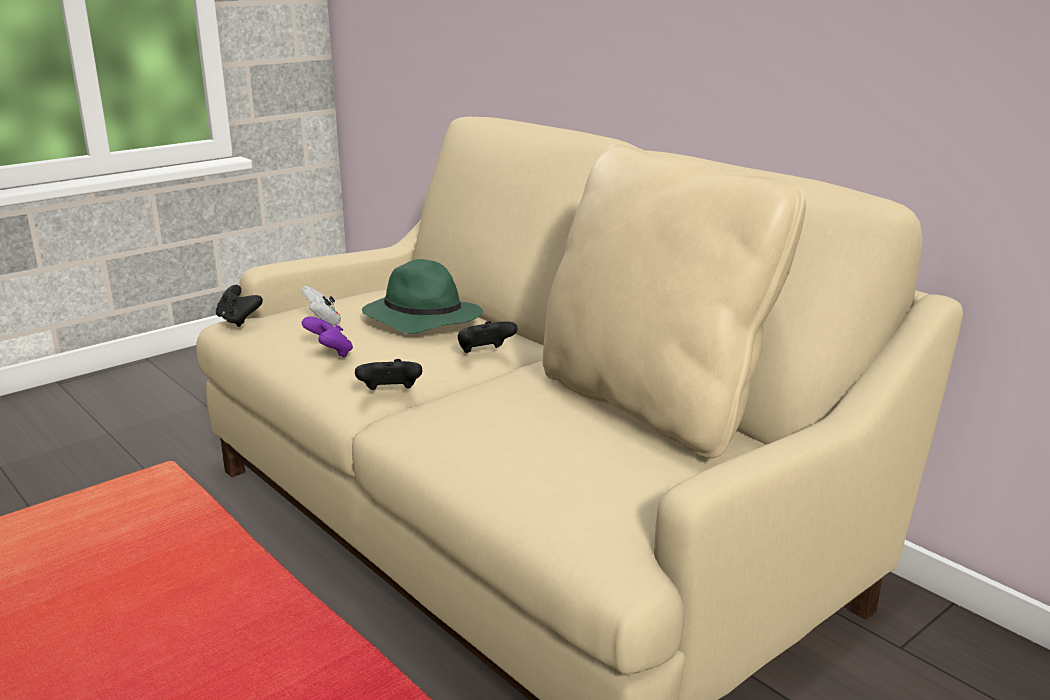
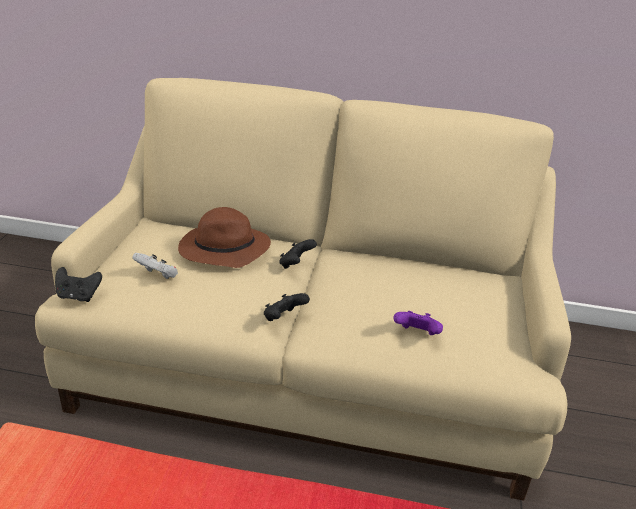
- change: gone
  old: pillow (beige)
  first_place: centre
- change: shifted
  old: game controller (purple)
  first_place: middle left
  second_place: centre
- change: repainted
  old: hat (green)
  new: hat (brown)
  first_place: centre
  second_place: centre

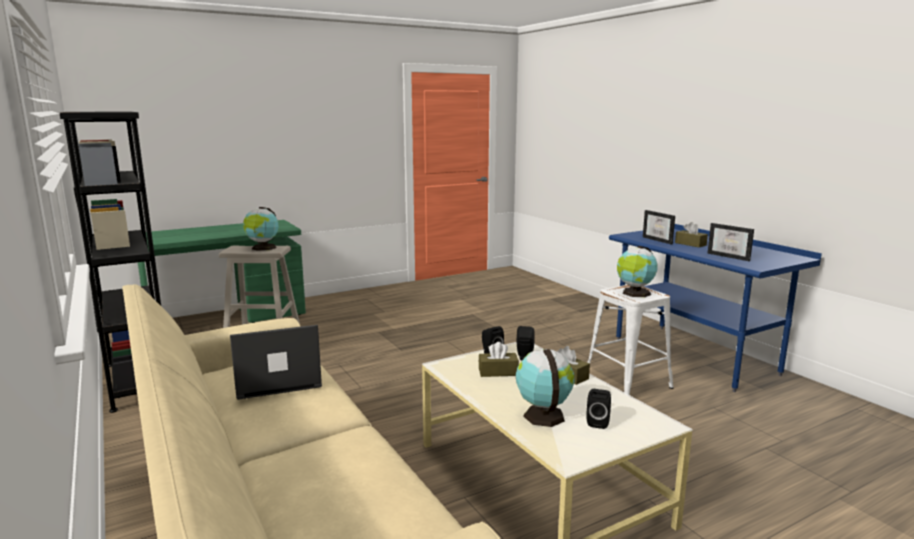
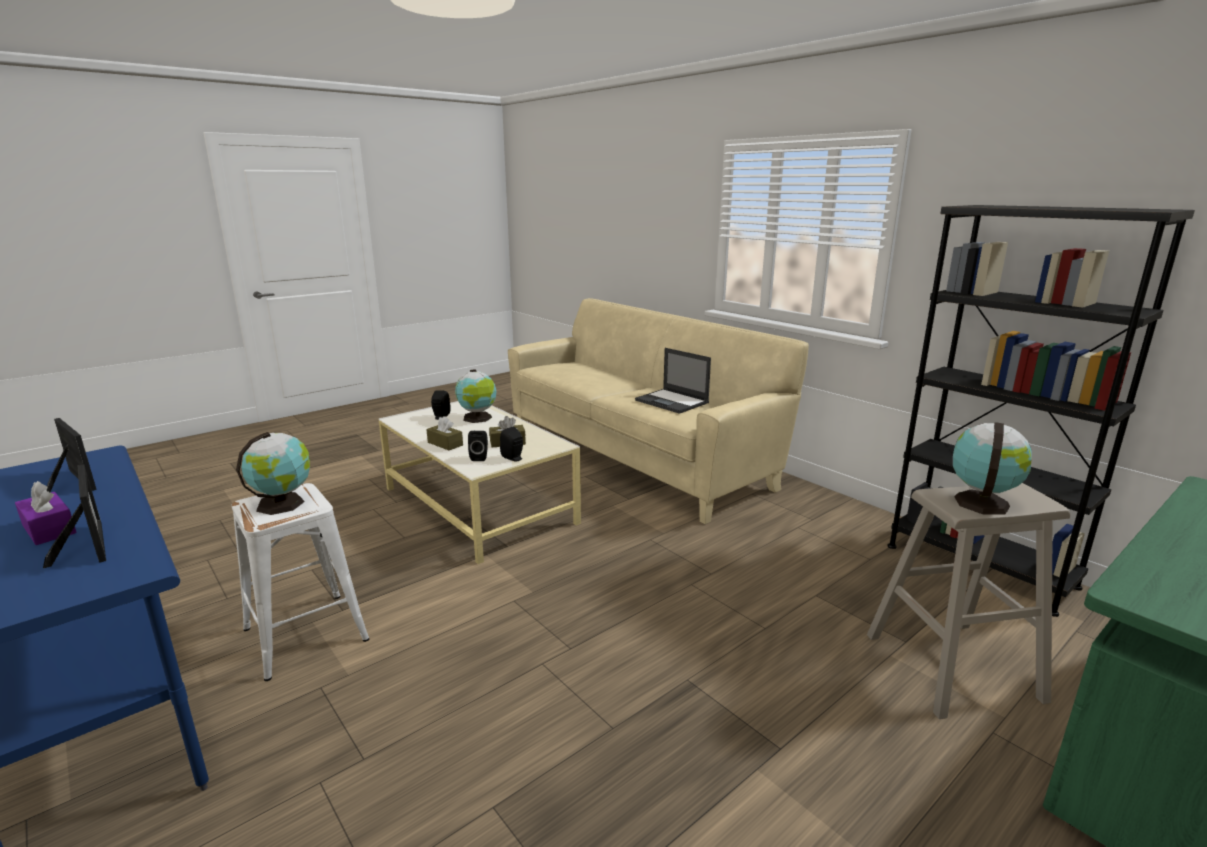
- change: repainted
  old: tissue box (brown) (no. 3 from left)
  new: tissue box (purple)
  first_place: middle right
  second_place: middle left
- change: rotated
  old: laptop
  first_place: bottom left
  second_place: centre
  degrees: 75

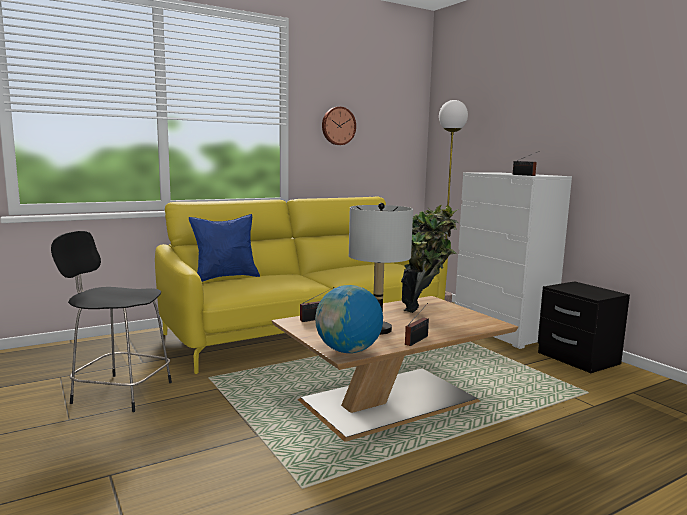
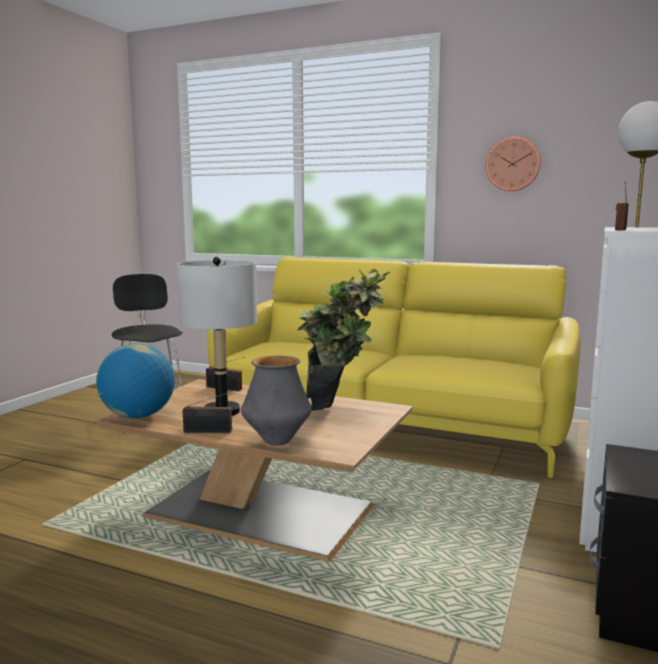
- change: gone
  old: pillow (blue)
  first_place: middle left
- change: new
  new: vase
  second_place: centre

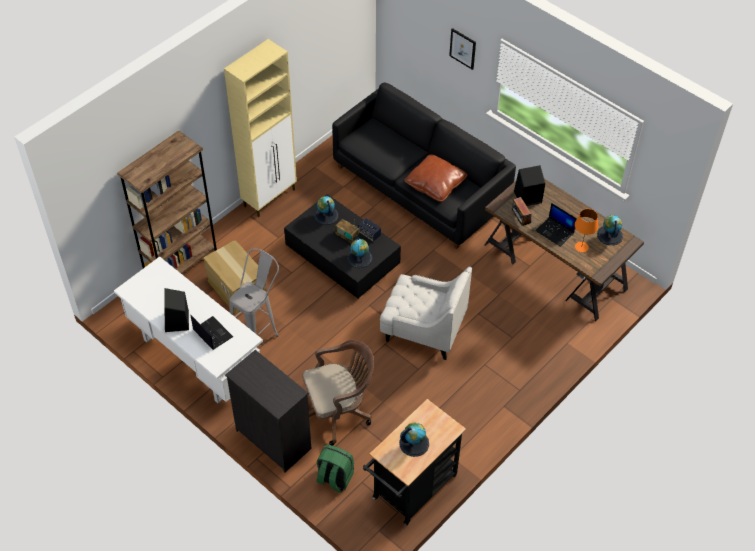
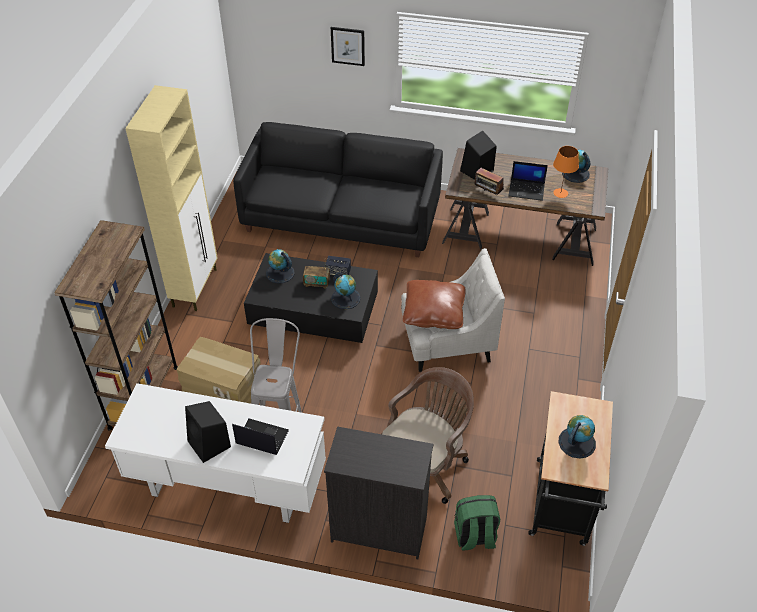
- change: shifted
  old: pillow (brown)
  first_place: top centre
  second_place: centre

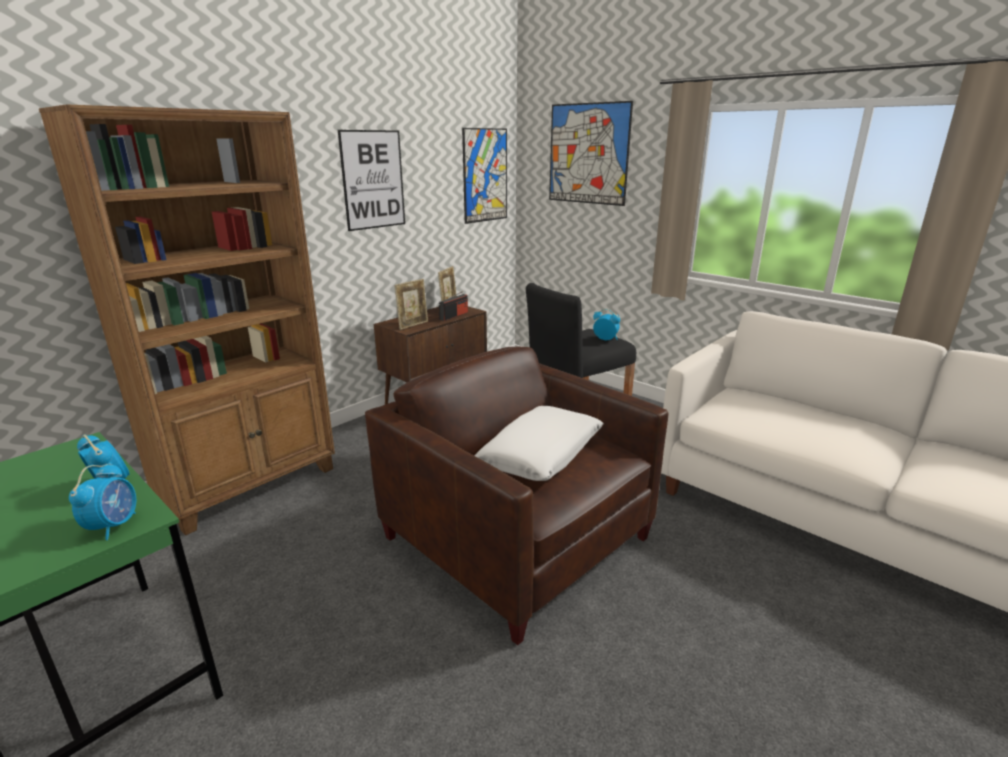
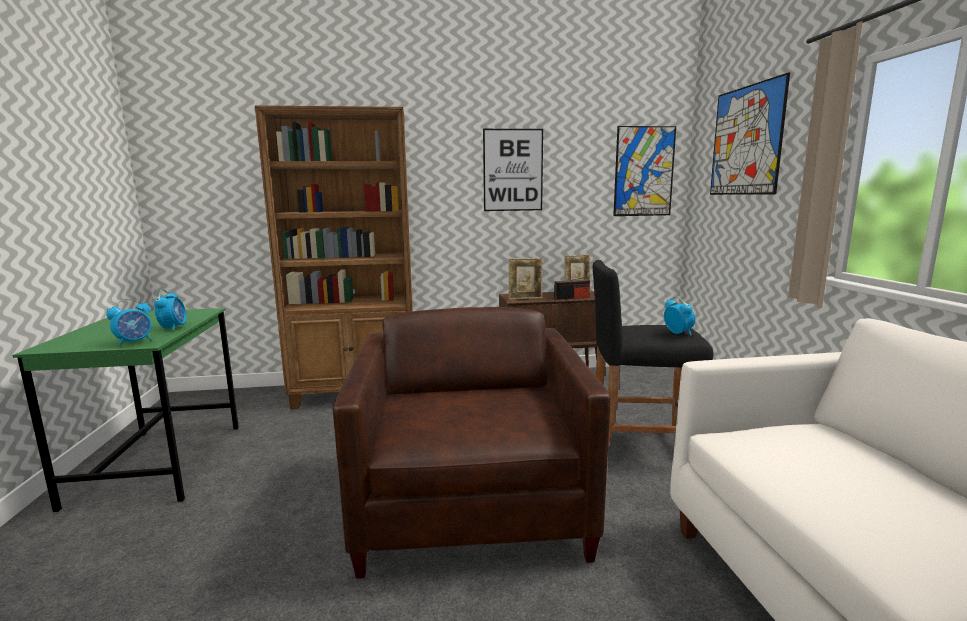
- change: gone
  old: pillow (white)
  first_place: centre

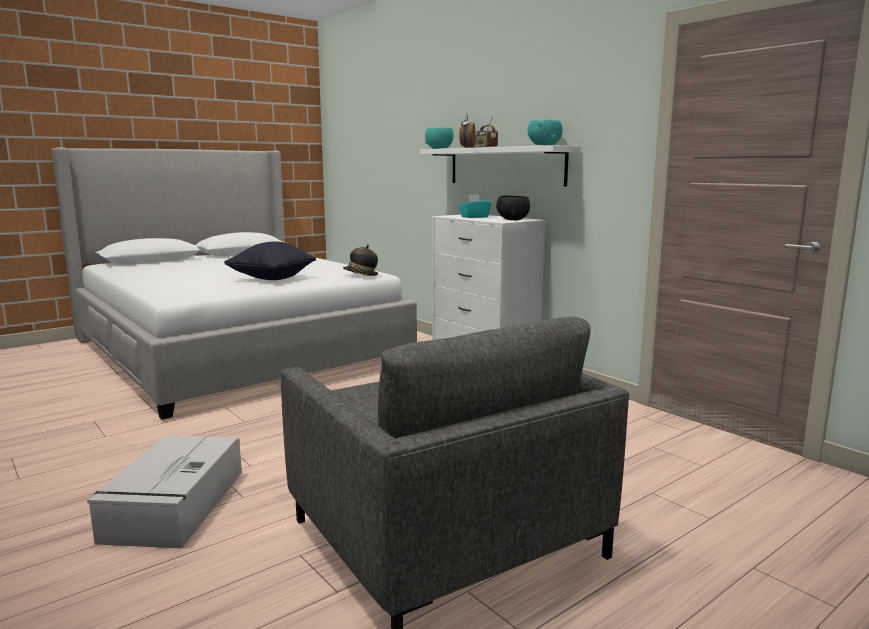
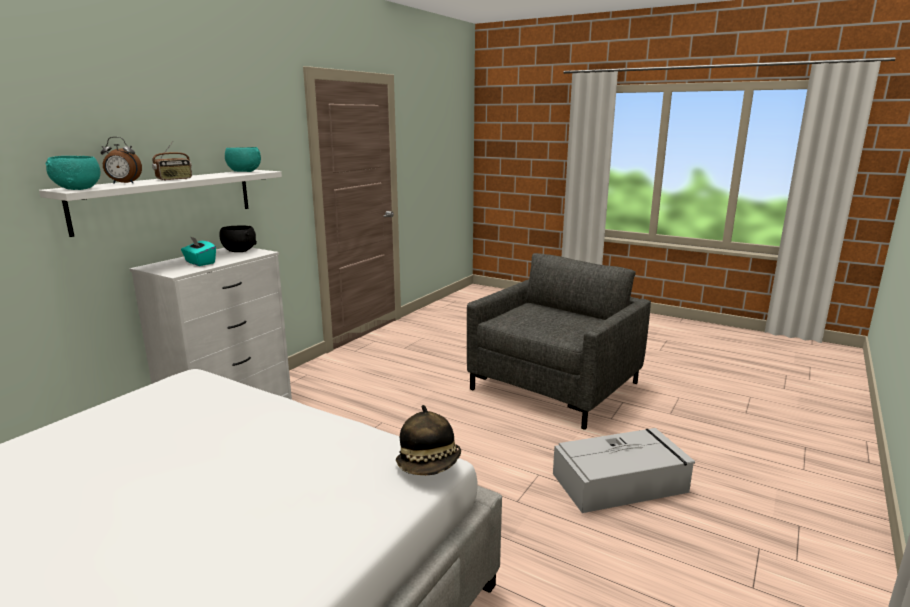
- change: gone
  old: pillow (black)
  first_place: middle left
- change: shifted
  old: hat
  first_place: centre
  second_place: bottom centre

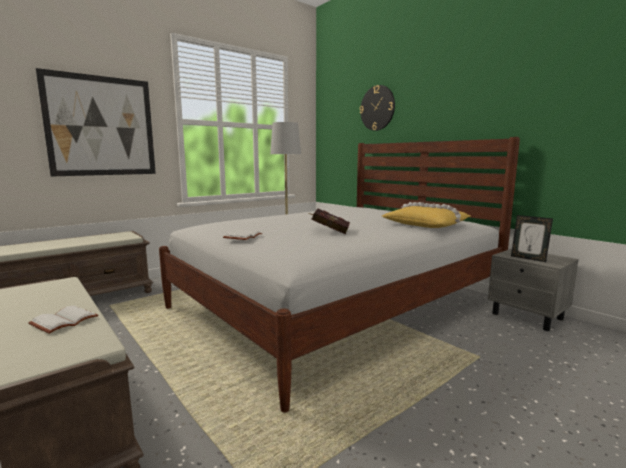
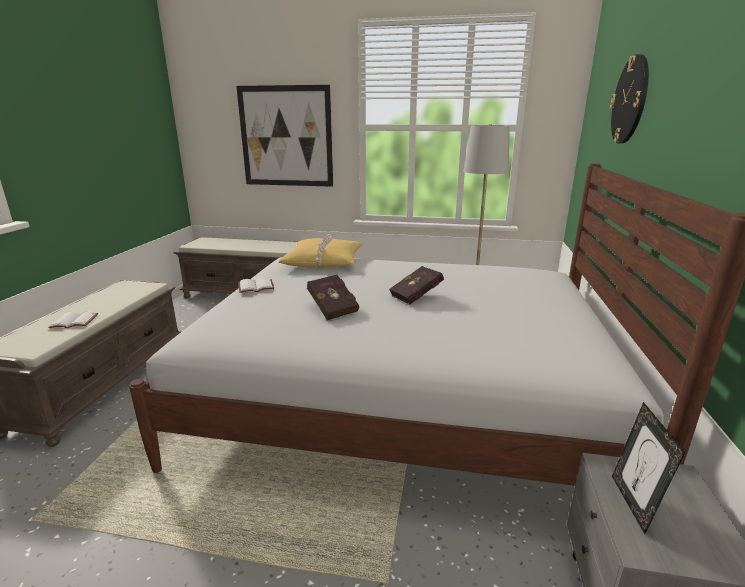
- change: new
  new: book (red) (no. 2 from left)
  second_place: centre
- change: shifted
  old: pillow (yellow)
  first_place: middle right
  second_place: centre

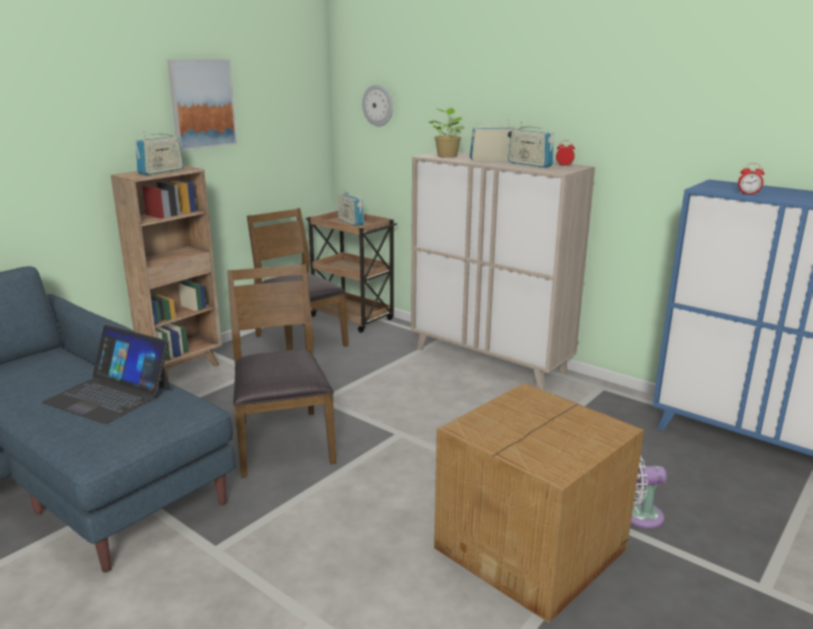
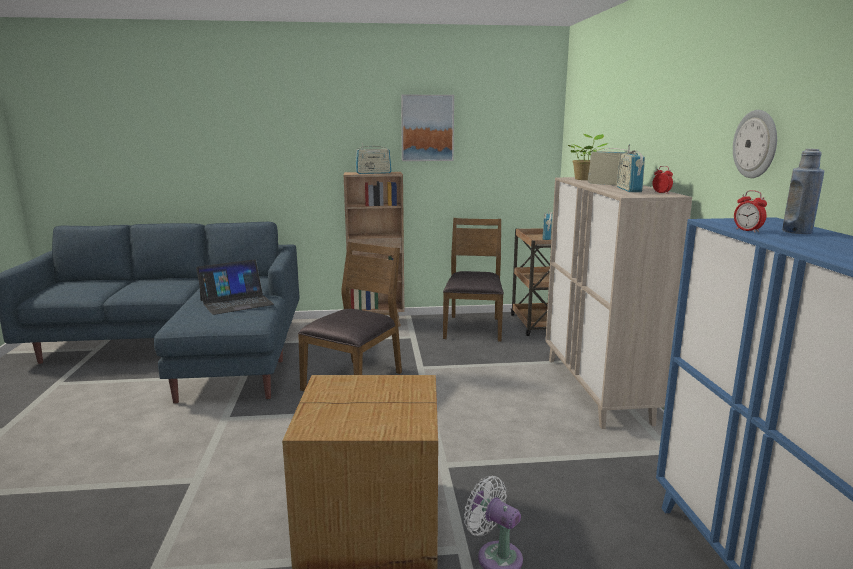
- change: new
  new: bottle (blue)
  second_place: middle right
- change: shifted
  old: wall clock
  first_place: top centre
  second_place: top right
- change: rotated
  old: laptop
  first_place: middle left
  second_place: middle left
  degrees: -105

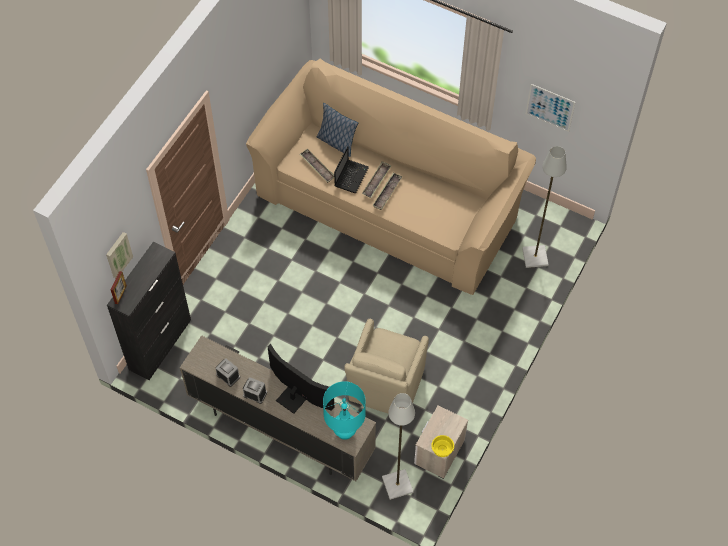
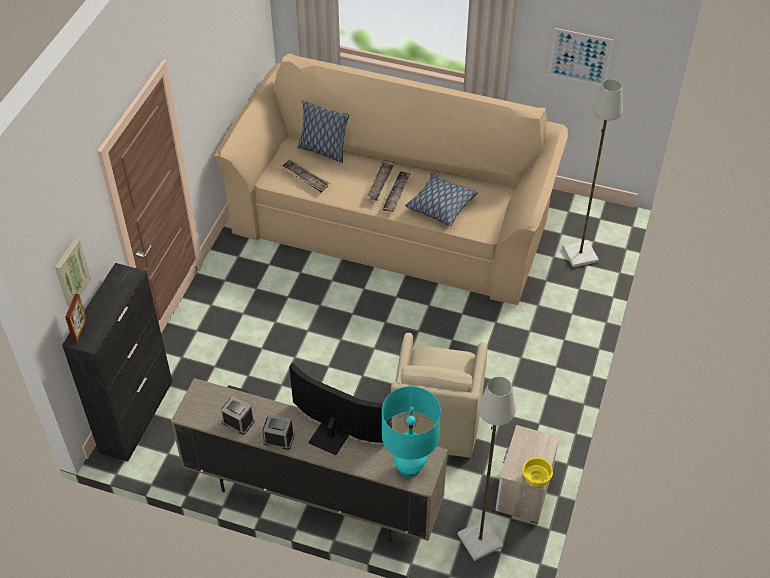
- change: gone
  old: laptop
  first_place: top centre
- change: new
  new: pillow (no. 2 from left)
  second_place: centre

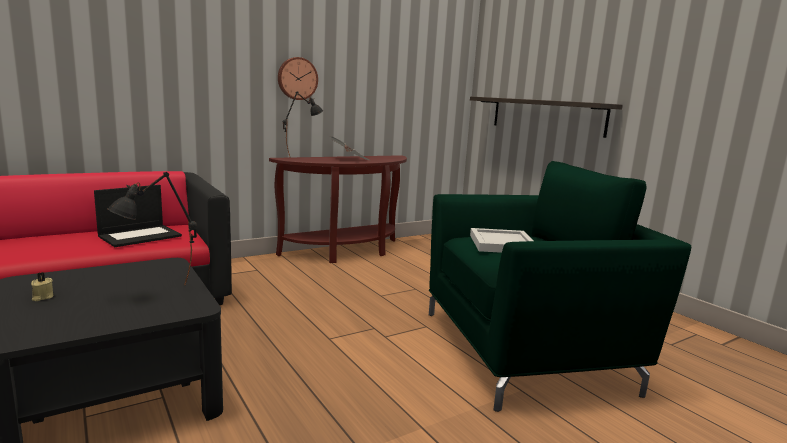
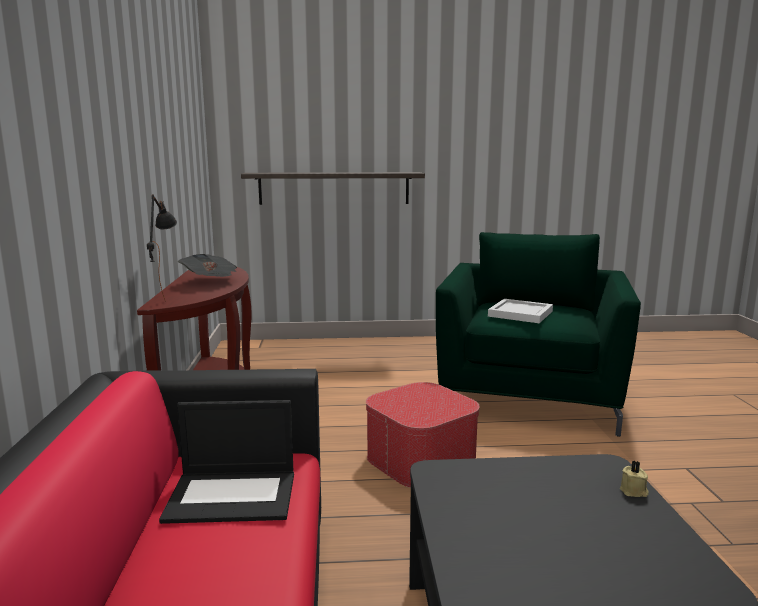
- change: gone
  old: table lamp (black) (no. 1 from left)
  first_place: middle left
- change: gone
  old: wall clock
  first_place: top centre
- change: new
  new: ottoman
  second_place: bottom centre
- change: shifted
  old: candle (beige)
  first_place: middle left
  second_place: bottom right
- change: rotated
  old: laptop
  first_place: middle left
  second_place: bottom left
  degrees: 105

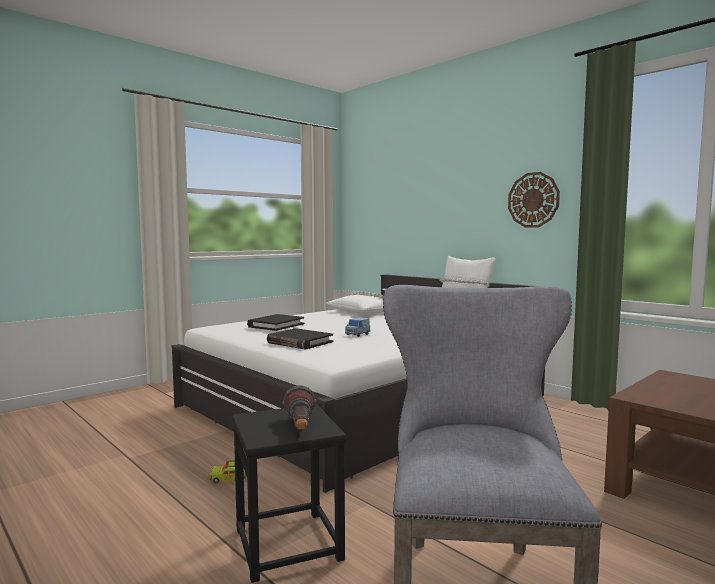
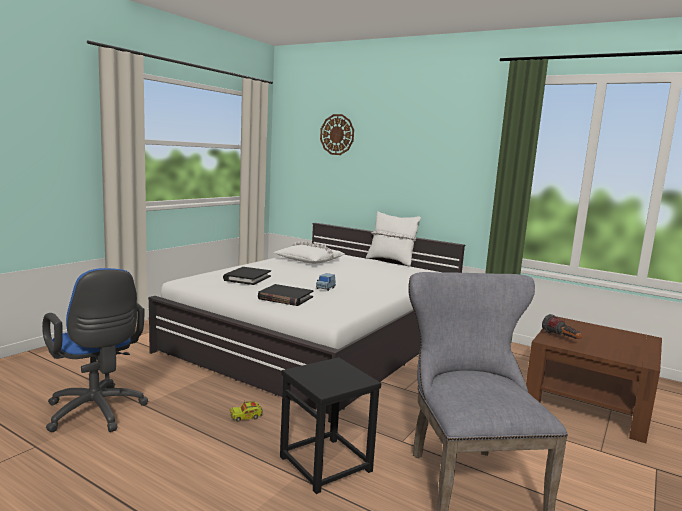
- change: new
  new: office chair (blue)
  second_place: bottom left
- change: shifted
  old: flashlight
  first_place: bottom centre
  second_place: middle right
- change: shifted
  old: wall clock
  first_place: middle right
  second_place: top centre

